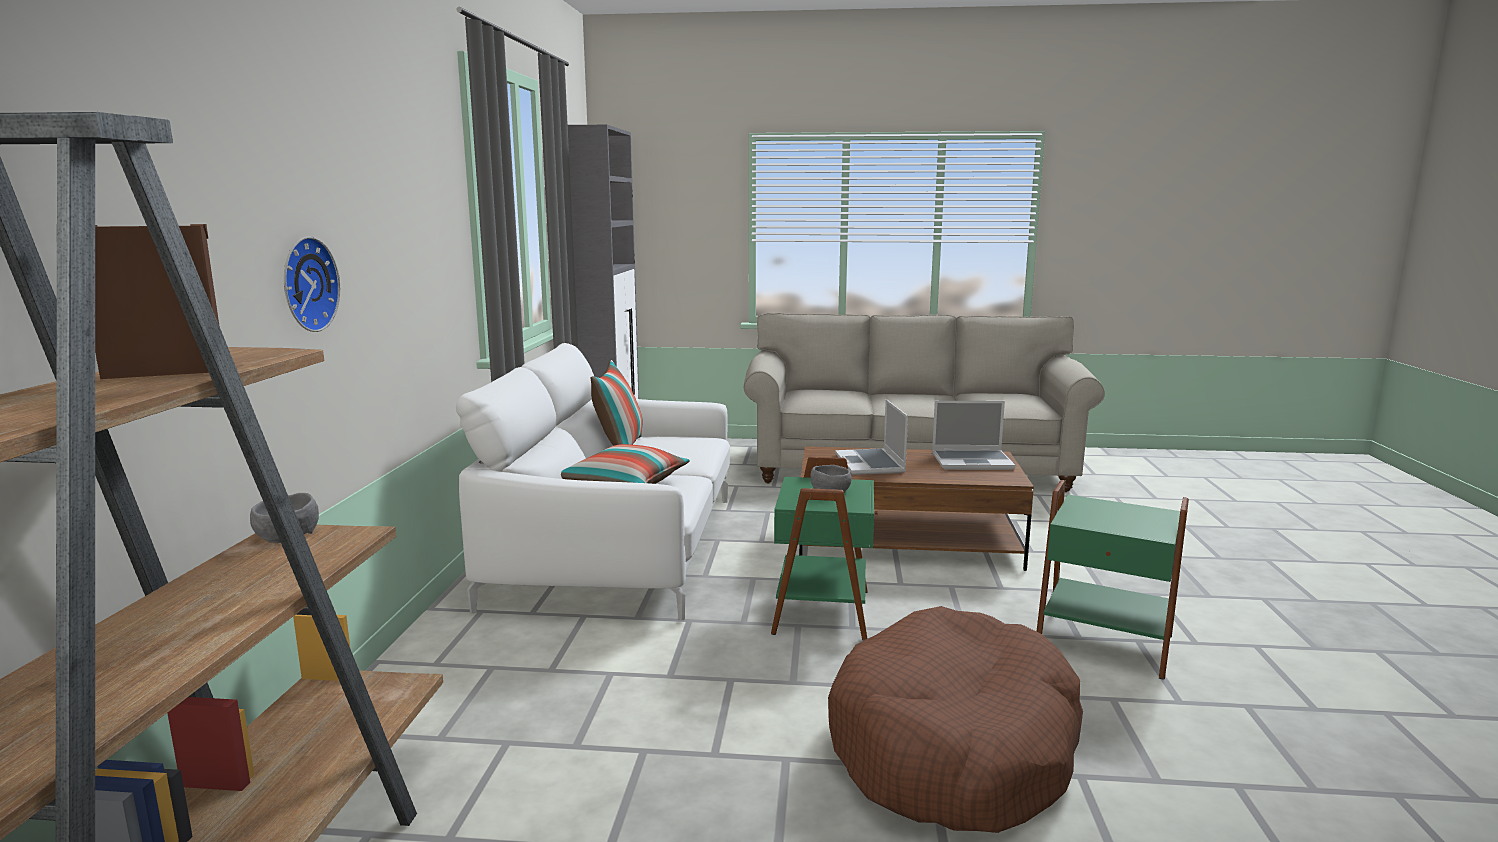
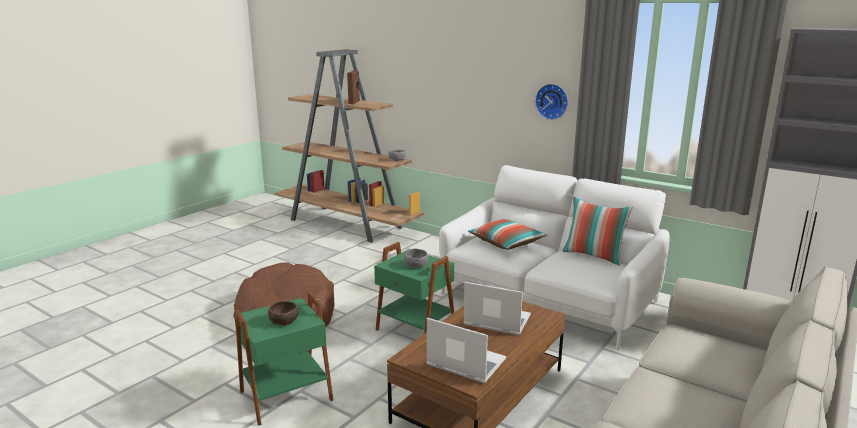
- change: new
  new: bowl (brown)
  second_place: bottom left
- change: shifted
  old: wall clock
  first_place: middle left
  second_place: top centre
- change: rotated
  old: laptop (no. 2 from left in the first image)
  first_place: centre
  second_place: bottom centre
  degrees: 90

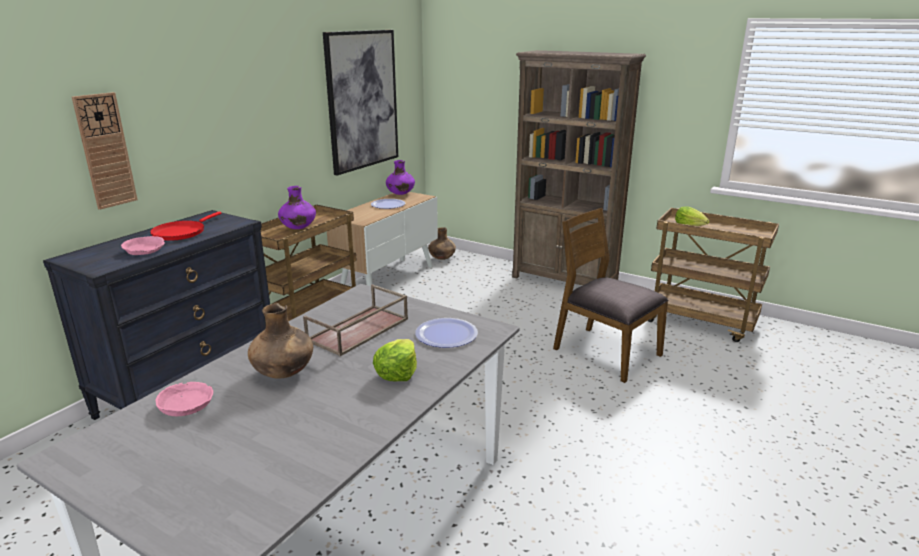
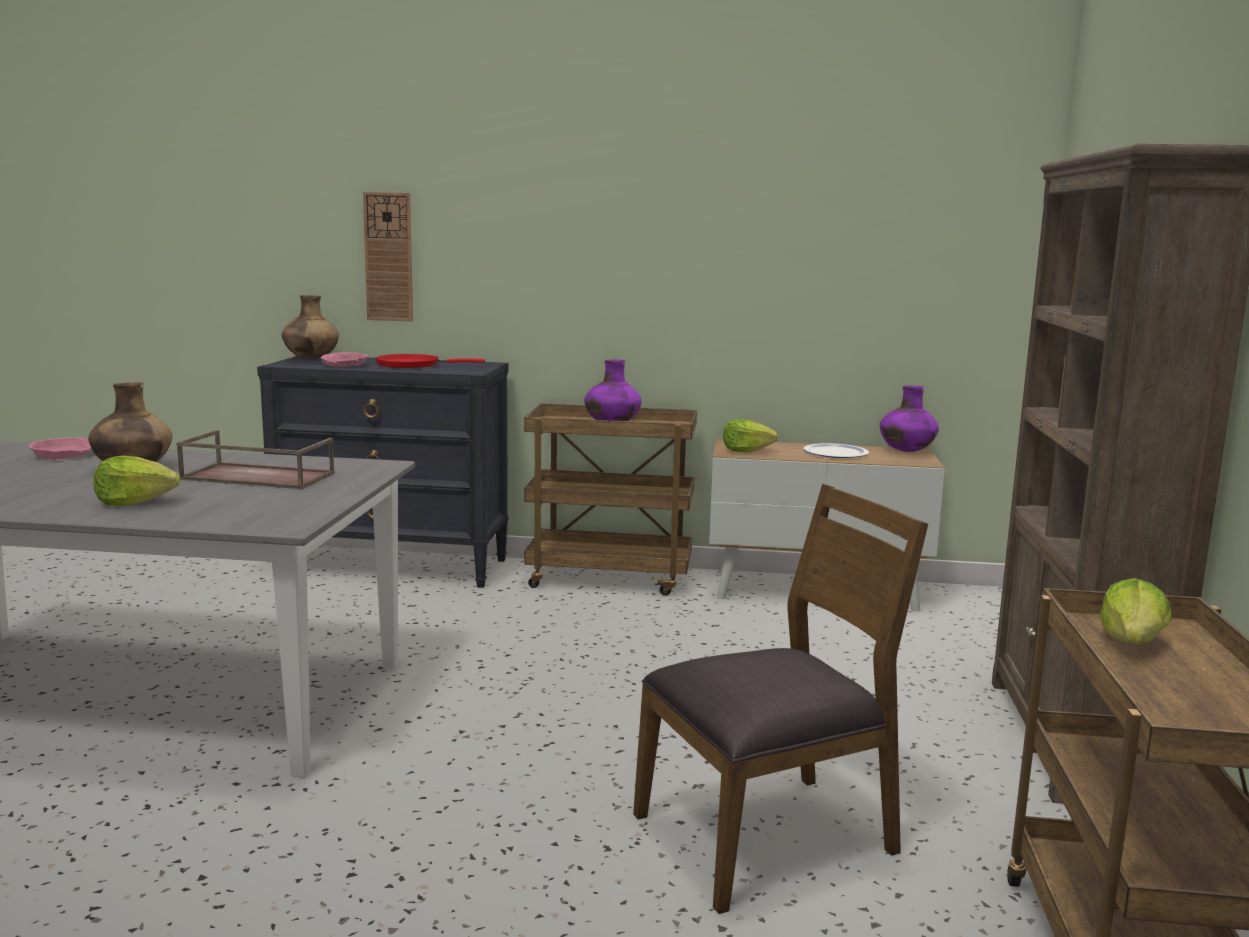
- change: gone
  old: picture
  first_place: top centre
- change: gone
  old: plate (no. 2 from left)
  first_place: centre
- change: new
  new: lettuce (no. 2 from left)
  second_place: centre
- change: shifted
  old: vase (brown) (no. 2 from left)
  first_place: centre
  second_place: middle left
- change: rotated
  old: chair (brown)
  first_place: centre
  second_place: bottom centre
  degrees: 45

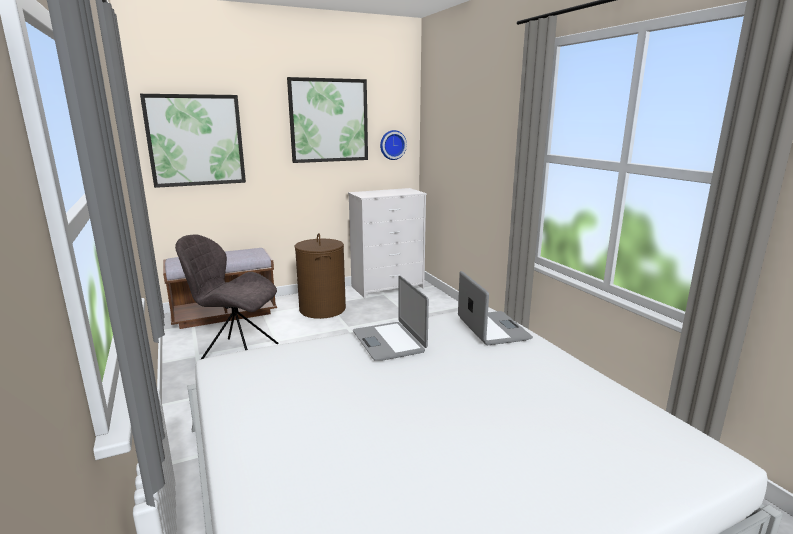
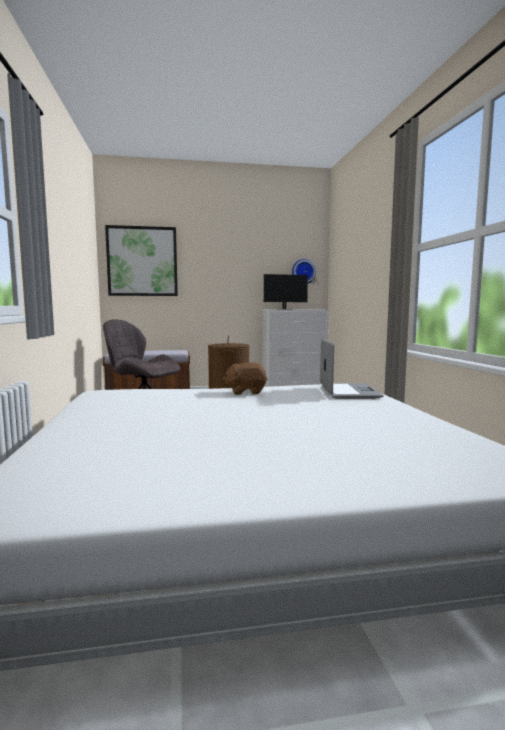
- change: gone
  old: picture (no. 2 from left)
  first_place: top centre
- change: new
  new: monitor
  second_place: centre
- change: swapped
  old: laptop (no. 1 from left)
  new: plush toy (brown)
  first_place: centre
  second_place: centre

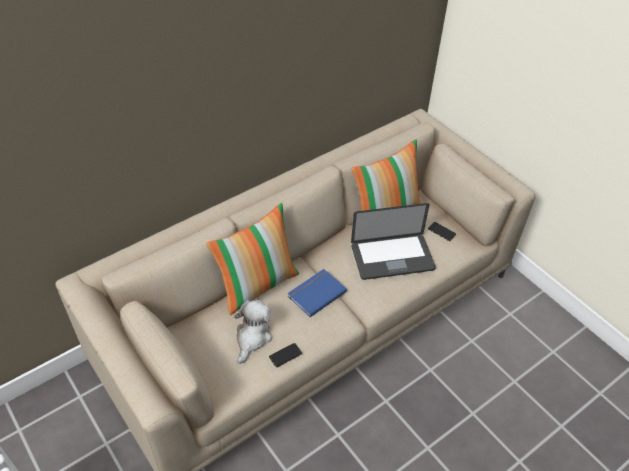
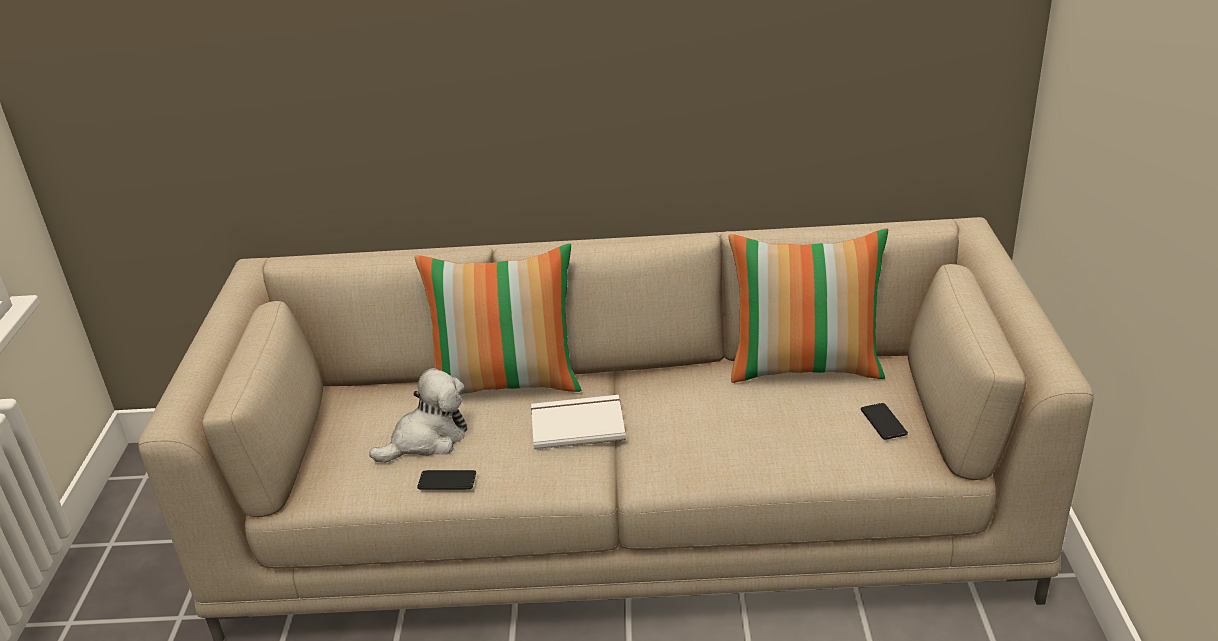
- change: gone
  old: laptop
  first_place: centre
- change: repainted
  old: book (blue)
  new: book (white)
  first_place: centre
  second_place: centre

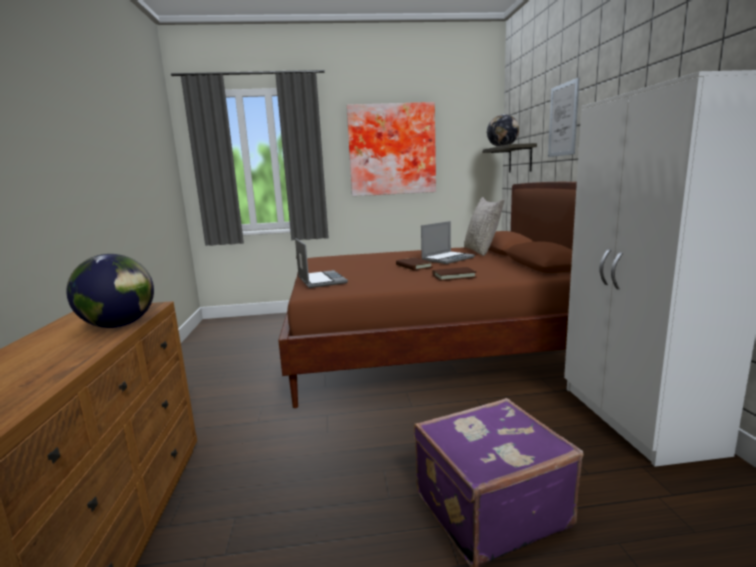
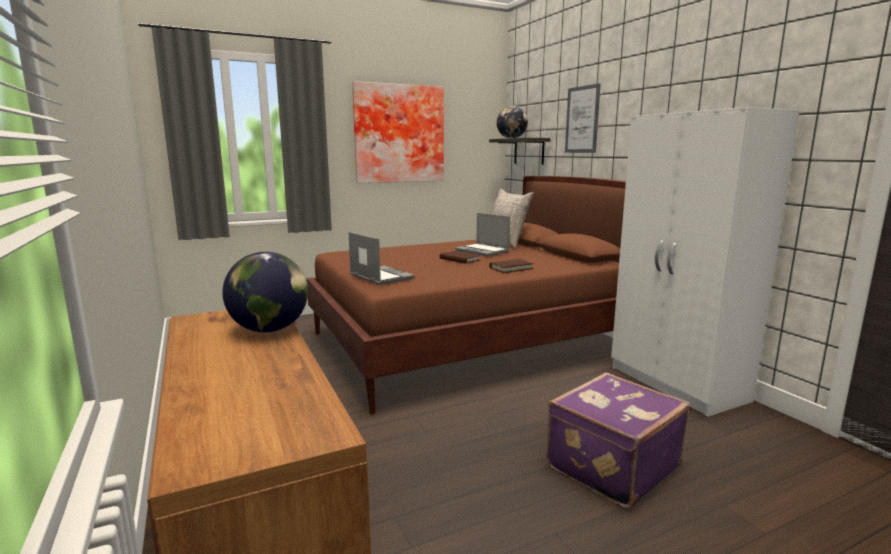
- change: rotated
  old: laptop (no. 2 from left)
  first_place: centre
  second_place: centre
  degrees: 105

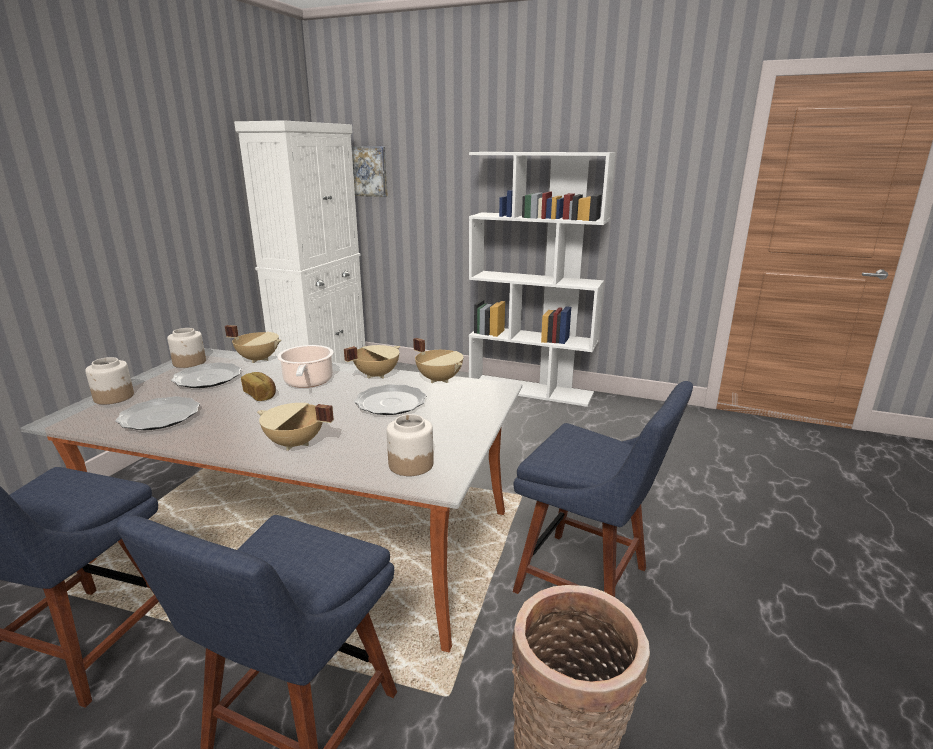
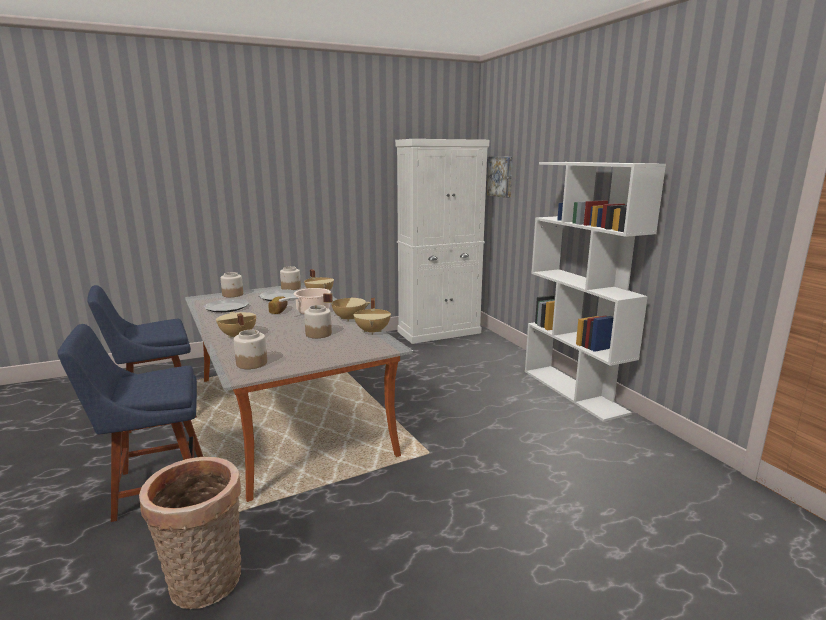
- change: gone
  old: chair (blue) (no. 3 from left)
  first_place: centre
- change: swapped
  old: plate (no. 3 from left)
  new: jar (no. 4 from left)
  first_place: centre
  second_place: centre

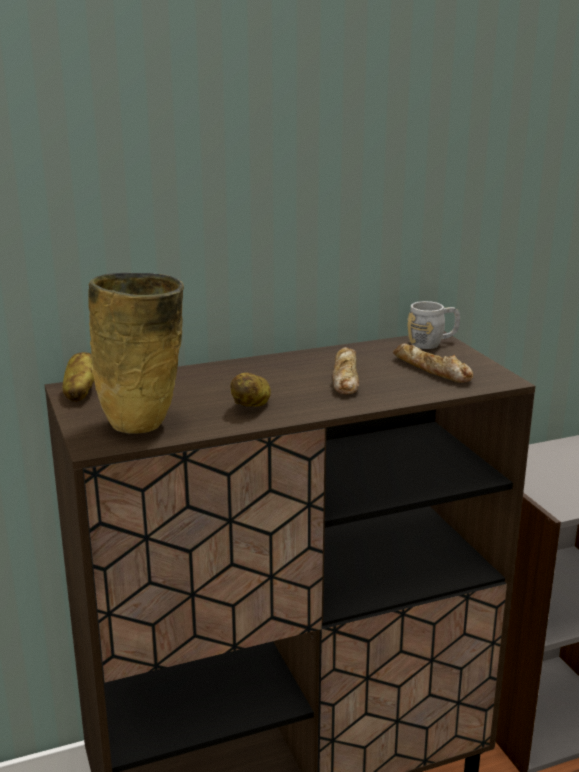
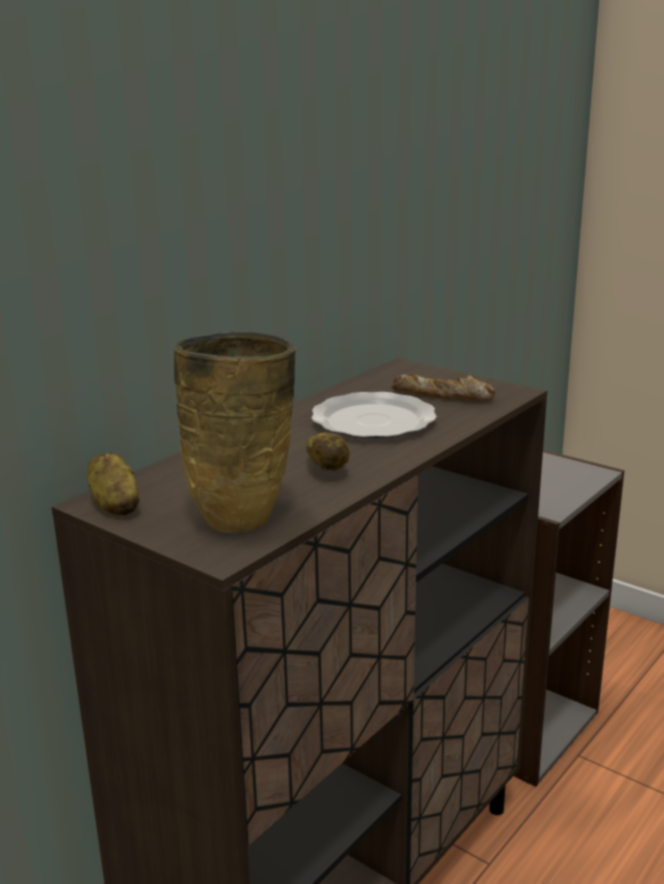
- change: gone
  old: mug (grey)
  first_place: middle right
- change: swapped
  old: bread (no. 1 from left)
  new: plate
  first_place: centre
  second_place: centre

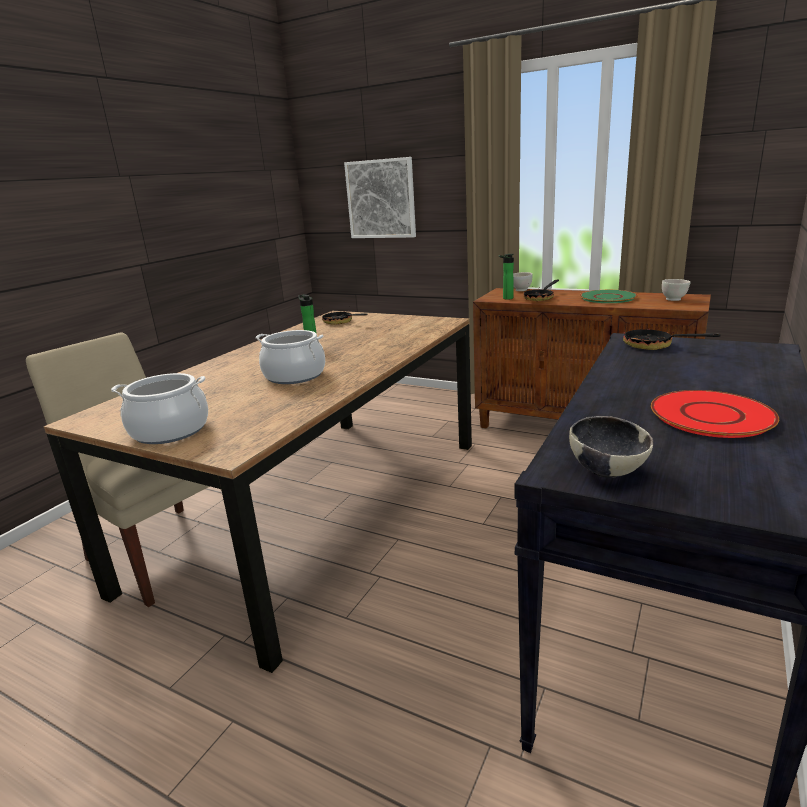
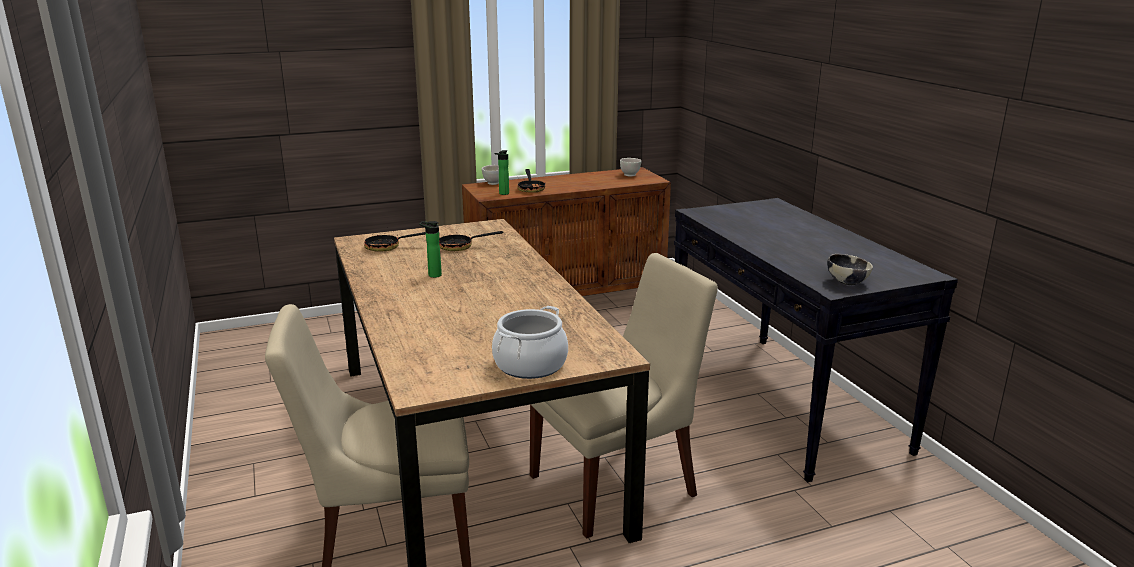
- change: gone
  old: cooking pot (no. 2 from left)
  first_place: centre
- change: gone
  old: picture
  first_place: top centre
- change: gone
  old: plate (green)
  first_place: middle right
- change: gone
  old: plate (red)
  first_place: middle right
- change: new
  new: chair (beige) (no. 2 from left)
  second_place: bottom centre
- change: shifted
  old: frying pan (no. 3 from left in the first image)
  new: frying pan (no. 2 from left)
  first_place: middle right
  second_place: centre

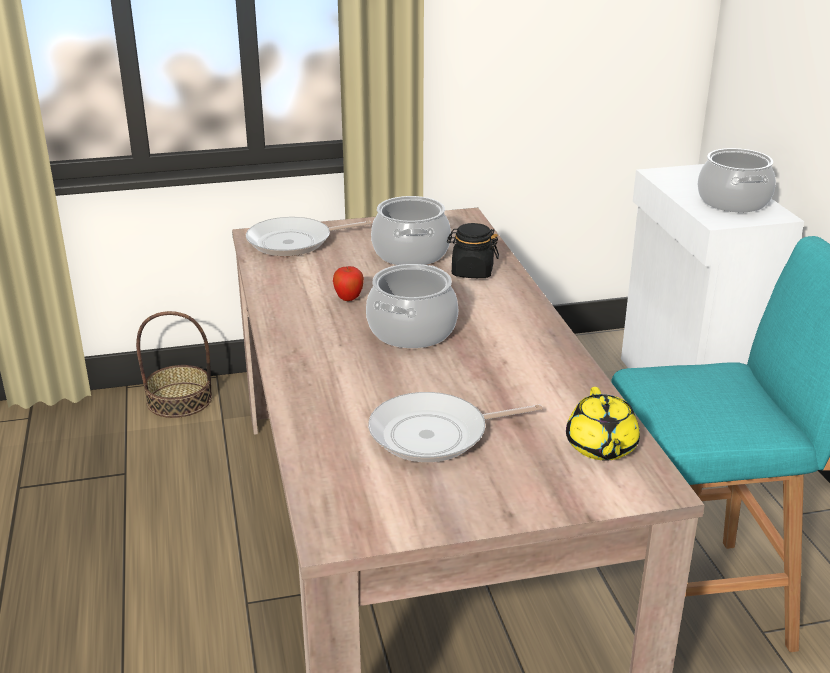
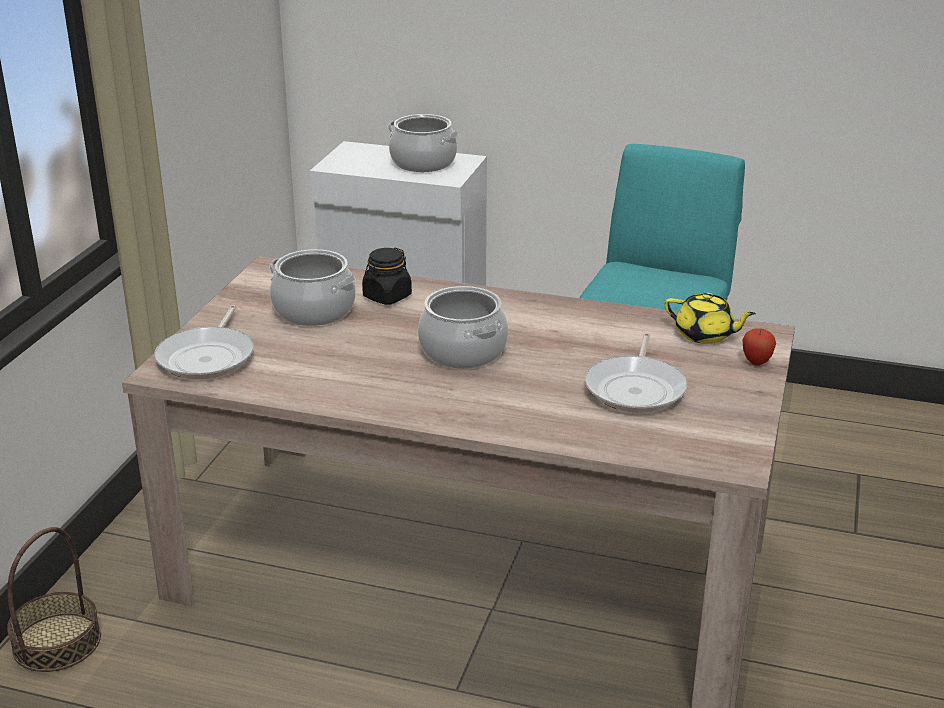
- change: shifted
  old: apple
  first_place: centre
  second_place: middle right

